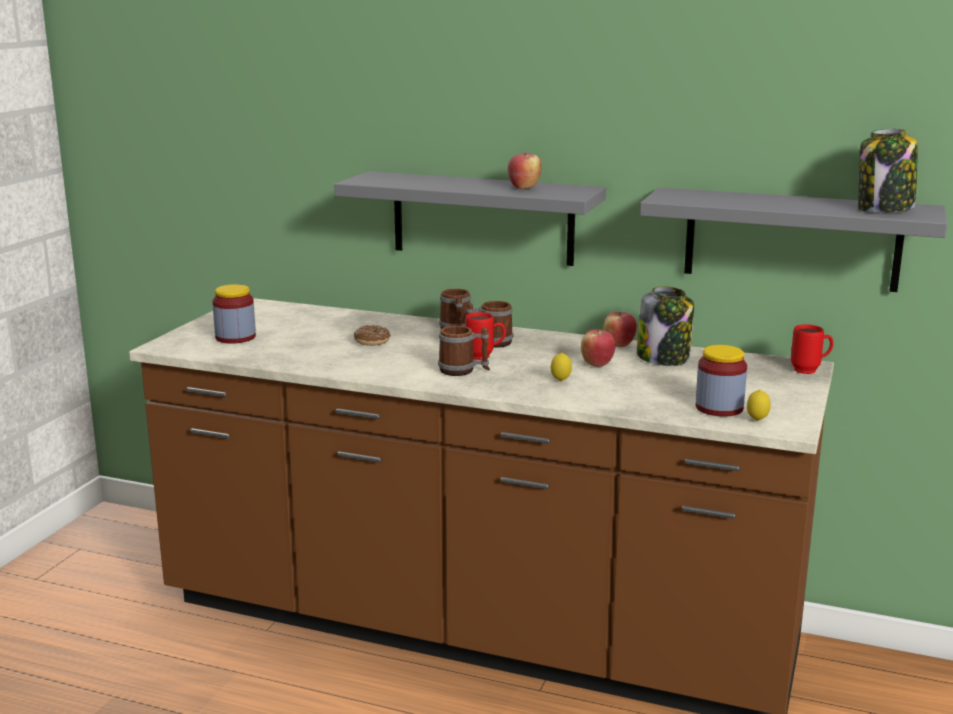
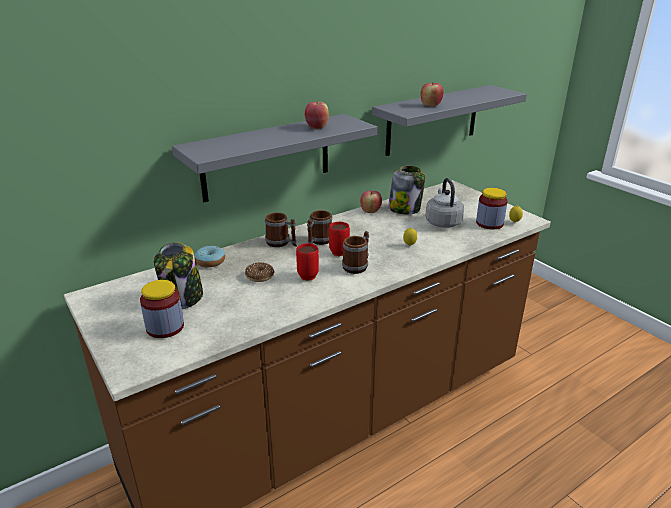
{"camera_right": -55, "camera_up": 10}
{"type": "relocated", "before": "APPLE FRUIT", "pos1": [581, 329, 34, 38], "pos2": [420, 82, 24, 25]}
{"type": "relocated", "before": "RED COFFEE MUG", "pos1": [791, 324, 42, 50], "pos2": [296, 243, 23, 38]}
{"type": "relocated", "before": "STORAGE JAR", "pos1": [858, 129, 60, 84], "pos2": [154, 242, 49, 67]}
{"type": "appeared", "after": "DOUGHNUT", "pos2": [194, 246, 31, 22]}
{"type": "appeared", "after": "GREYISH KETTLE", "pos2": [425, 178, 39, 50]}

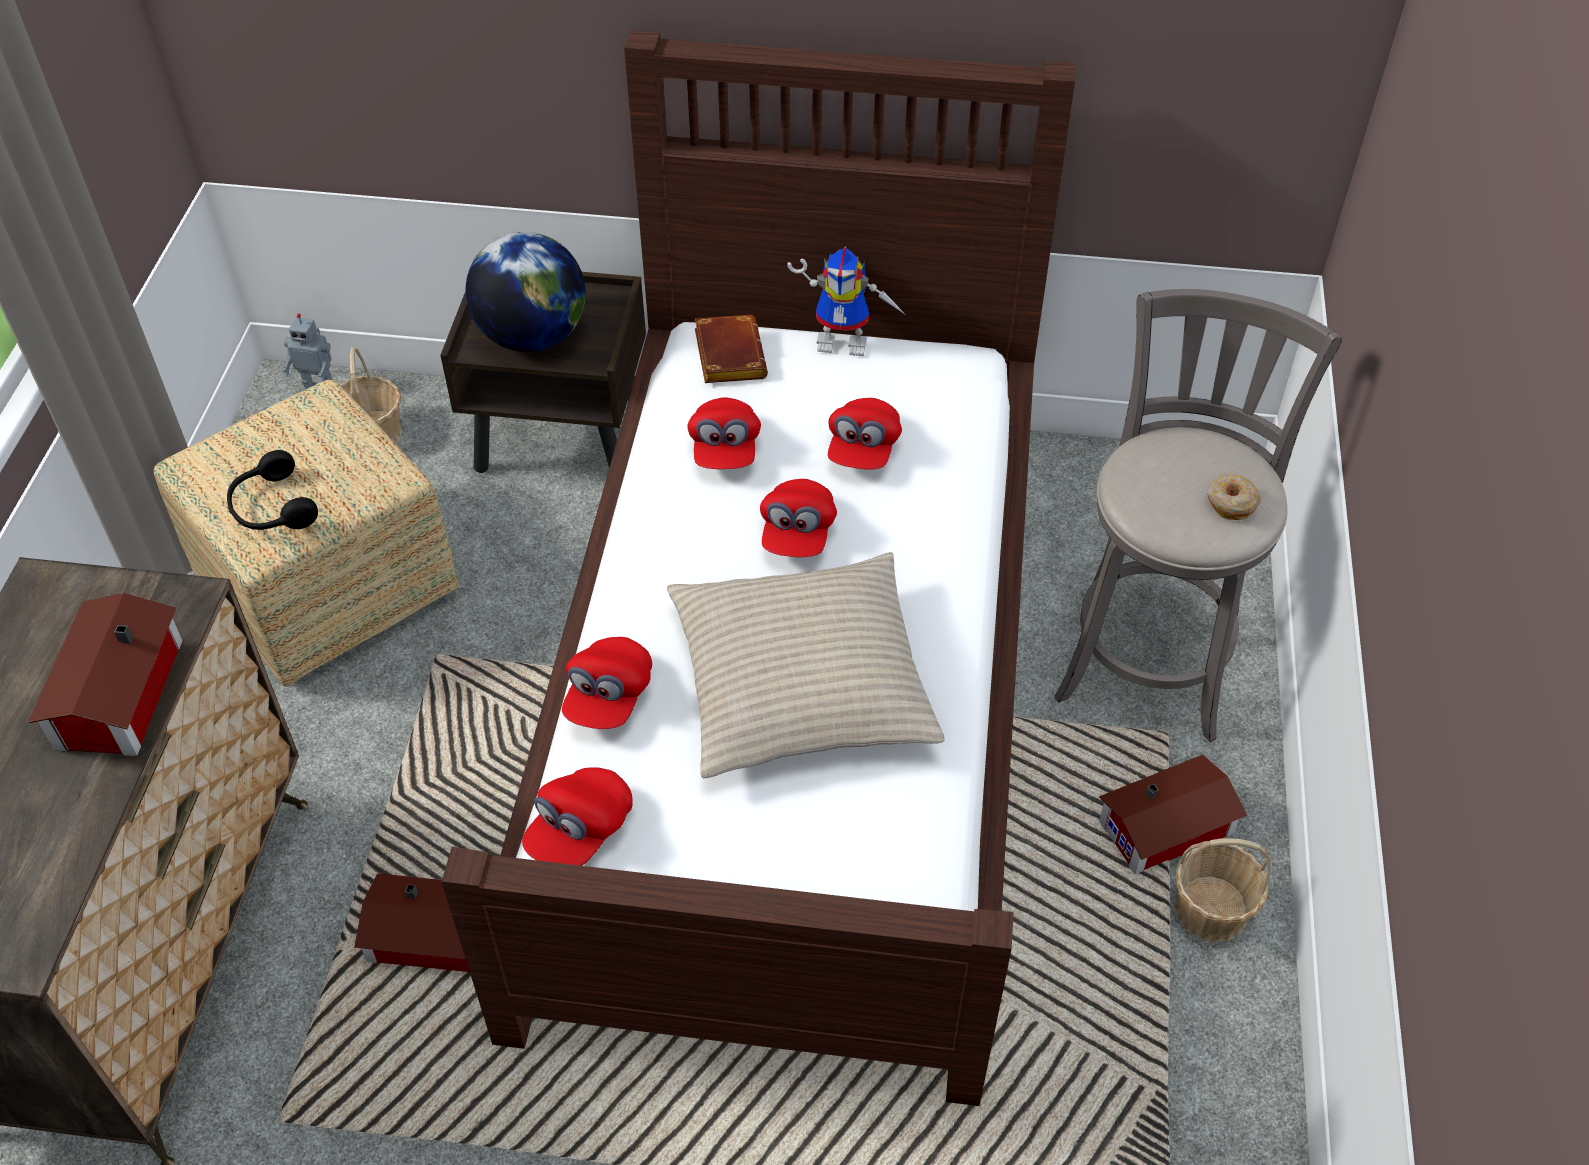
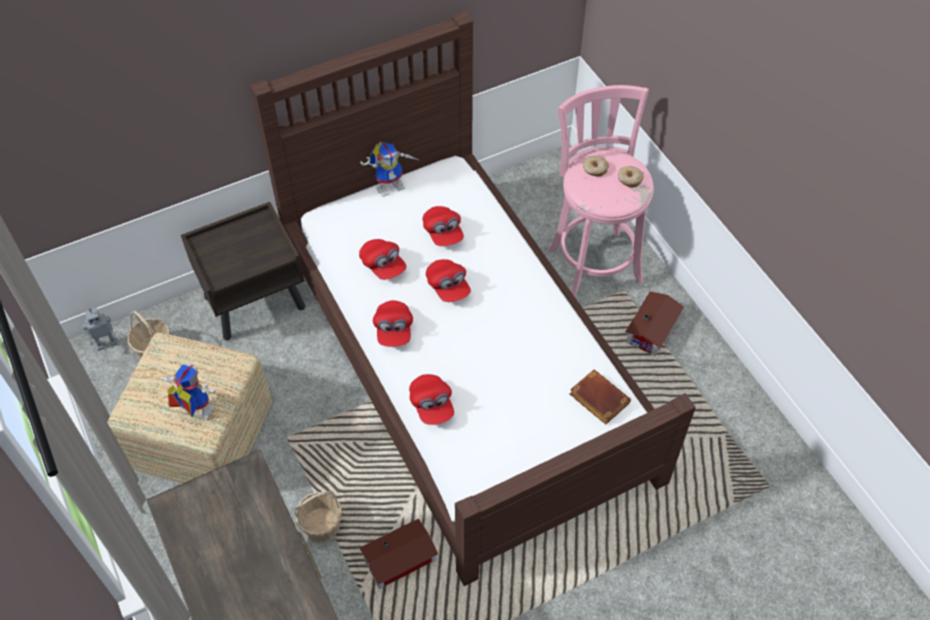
{"camera_right": -35, "camera_up": 5}
{"type": "missing", "before": "TOY HOUSE", "pos1": [28, 593, 155, 163]}
{"type": "exchanged", "before": "BLACKISH HEADSET", "after": "MODEL ROBOT", "pos1": [227, 450, 91, 80], "pos2": [160, 364, 56, 55]}
{"type": "missing", "before": "DESK GLOBE", "pos1": [466, 232, 120, 120]}
{"type": "relocated", "before": "RED PEAKED CAP", "pos1": [522, 767, 111, 99], "pos2": [373, 300, 40, 47]}
{"type": "missing", "before": "BEIGE-COLOURED PILLOW", "pos1": [667, 552, 278, 226]}
{"type": "relocated", "before": "BROWN-COLOURED VOLUME", "pos1": [695, 315, 73, 68], "pos2": [570, 370, 61, 54]}
{"type": "colour", "before": "GREYISH STOOL", "after": "PINK-COLOURED STOOL", "pos1": [1055, 289, 287, 453], "pos2": [548, 85, 106, 212]}
{"type": "relocated", "before": "BASKET", "pos1": [1174, 838, 97, 105], "pos2": [294, 491, 48, 52]}
{"type": "appeared", "after": "DOUGHNUT", "pos2": [583, 156, 26, 21]}

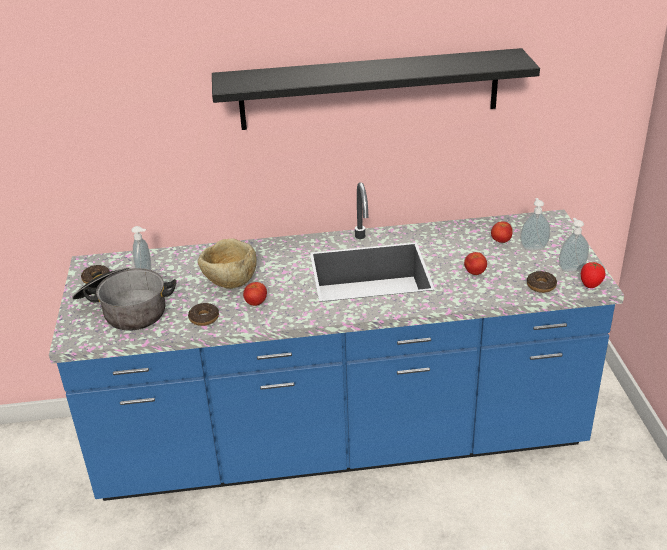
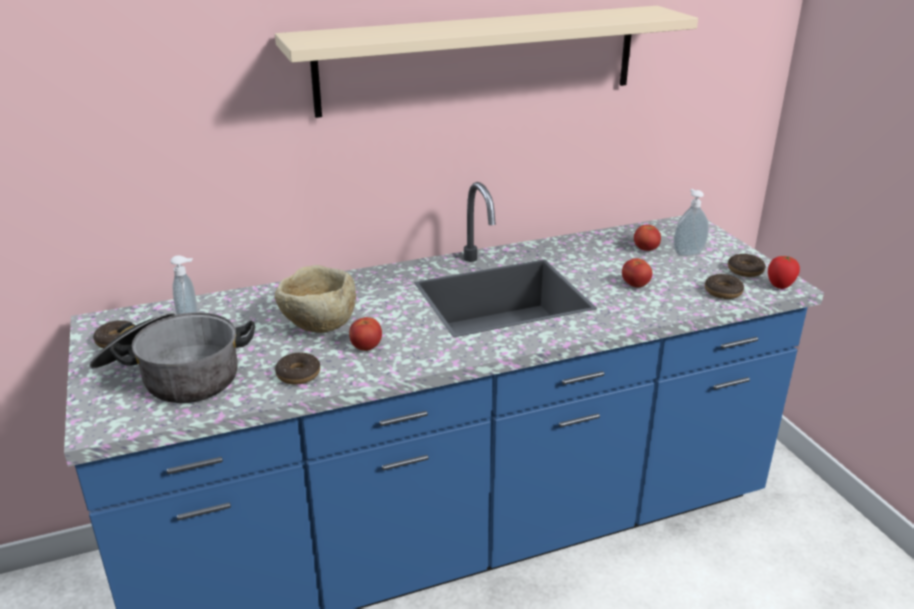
{"camera_right": -15, "camera_up": -5}
{"type": "colour", "before": "BLACKISH WALL SHELF", "after": "BEIGE-COLOURED WALL SHELF", "pos1": [212, 48, 328, 82], "pos2": [275, 6, 423, 112]}
{"type": "exchanged", "before": "LIQUID SOAP BOTTLE", "after": "DOUGHNUT", "pos1": [559, 218, 30, 54], "pos2": [728, 254, 38, 23]}

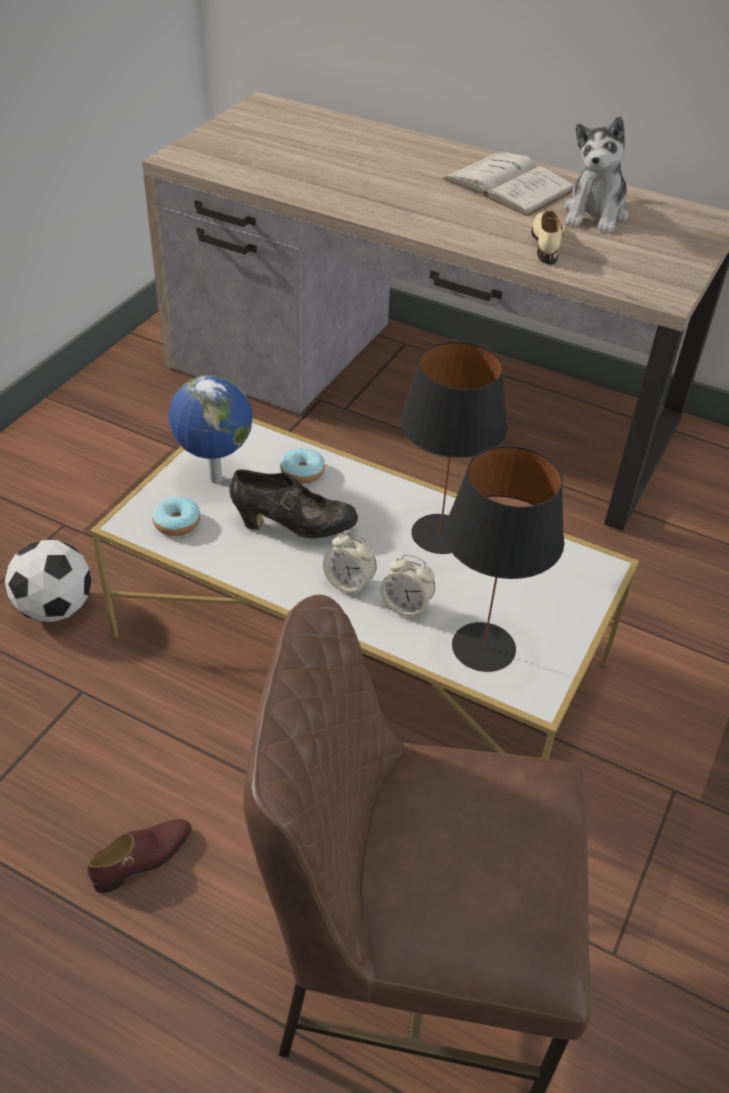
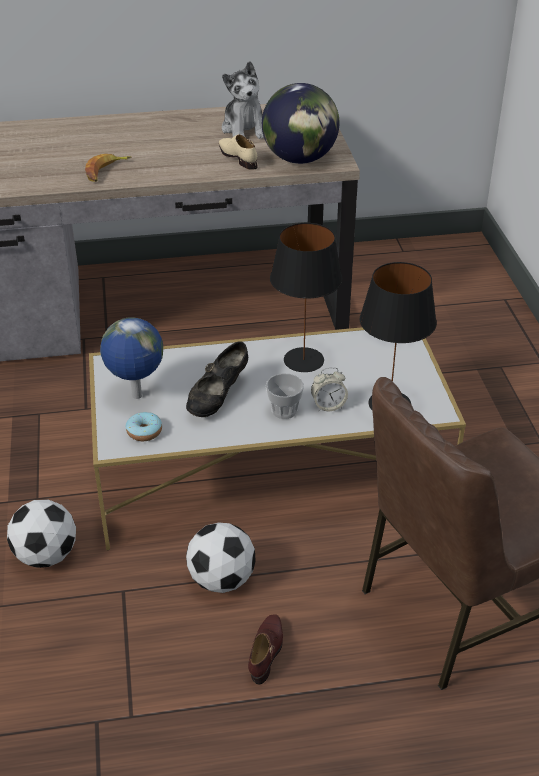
{"camera_right": -35, "camera_up": -5}
{"type": "spun", "before": "BLACKISH SHOE", "pos1": [230, 469, 128, 69], "pos2": [186, 341, 62, 76], "turn": 150}
{"type": "missing", "before": "DOUGHNUT", "pos1": [280, 448, 45, 36]}
{"type": "exchanged", "before": "BEDSIDE CLOCK", "after": "SMALL CUP", "pos1": [323, 531, 54, 64], "pos2": [266, 373, 38, 46]}
{"type": "missing", "before": "WHITISH VOLUME", "pos1": [443, 149, 131, 67]}
{"type": "appeared", "after": "WHOLE BANANA", "pos2": [85, 154, 47, 28]}
{"type": "appeared", "after": "FOOTBALL BALL", "pos2": [186, 523, 70, 70]}
{"type": "appeared", "after": "DESK GLOBE", "pos2": [262, 83, 77, 81]}

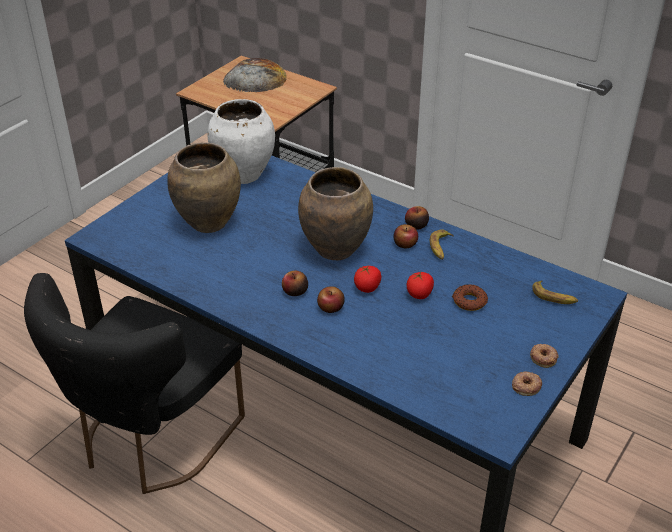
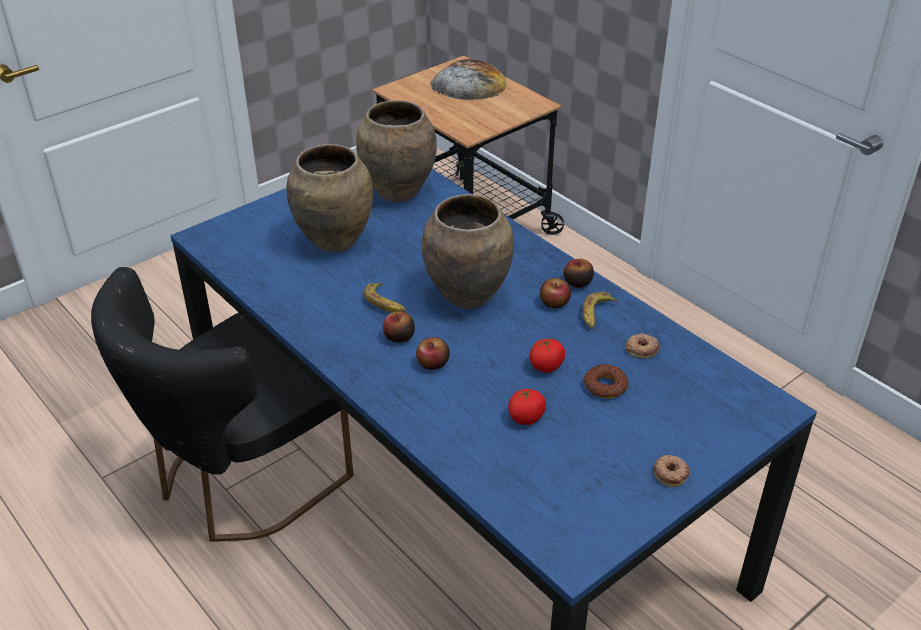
{"camera_right": 15, "camera_up": 0}
{"type": "colour", "before": "WHITISH DECORATIVE VASE", "after": "BROWN-COLOURED DECORATIVE VASE", "pos1": [208, 99, 67, 85], "pos2": [356, 100, 81, 102]}
{"type": "relocated", "before": "WHOLE TOMATO", "pos1": [354, 265, 27, 28], "pos2": [508, 389, 38, 36]}
{"type": "relocated", "before": "DOUGHNUT", "pos1": [512, 372, 30, 24], "pos2": [625, 333, 34, 26]}
{"type": "relocated", "before": "WHOLE BANANA", "pos1": [532, 281, 46, 23], "pos2": [364, 283, 42, 30]}

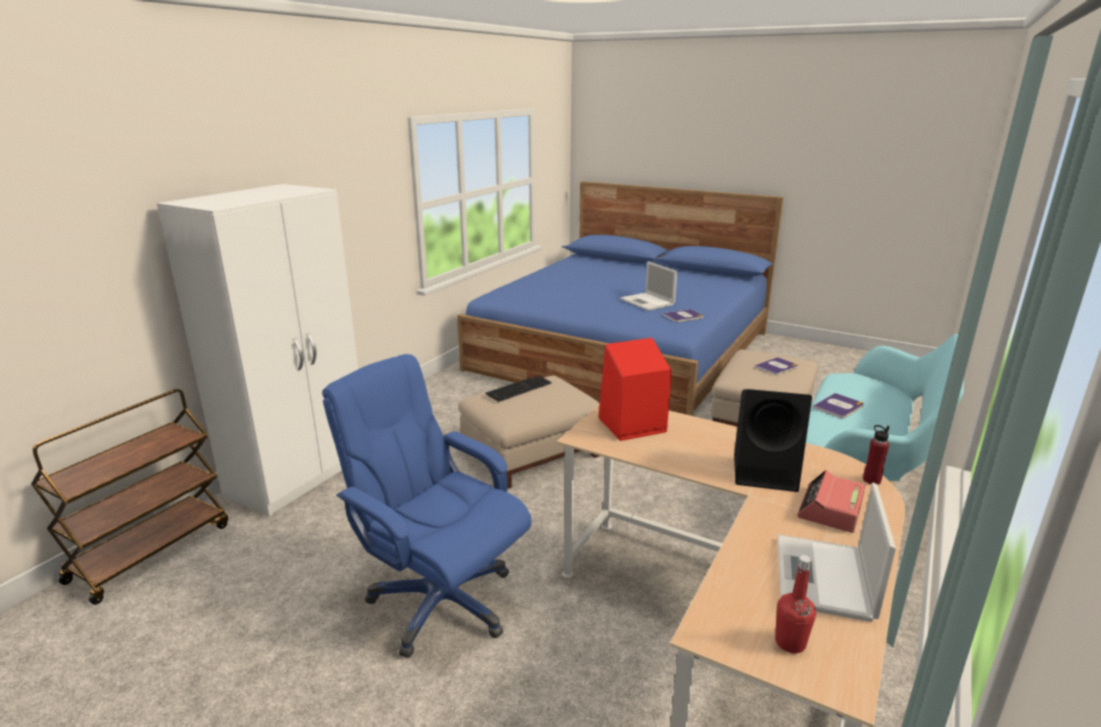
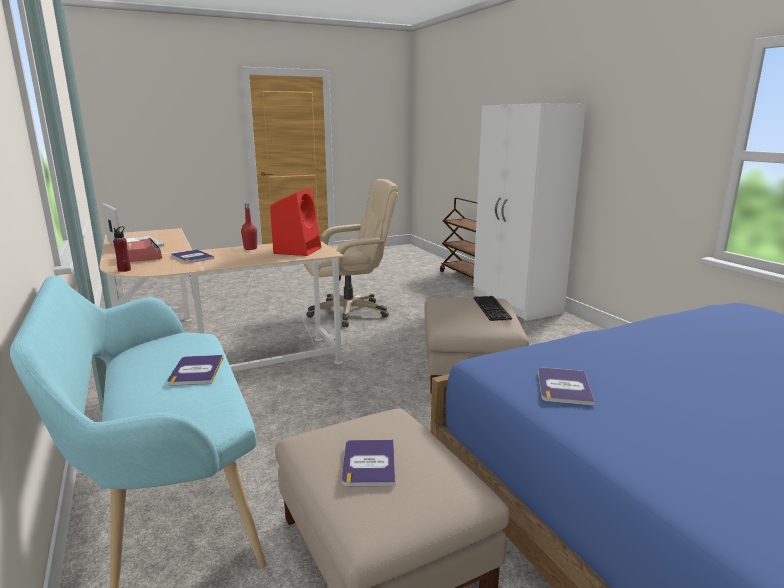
{"camera_right": 125, "camera_up": -5}
{"type": "colour", "before": "BLUE-COLOURED OFFICE CHAIR", "after": "BEIGE-COLOURED OFFICE CHAIR", "pos1": [322, 354, 210, 304], "pos2": [304, 179, 94, 148]}
{"type": "missing", "before": "NOTEBOOK COMPUTER", "pos1": [620, 261, 57, 50]}
{"type": "exchanged", "before": "BLACKISH AUDIO SPEAKER", "after": "VOLUME", "pos1": [734, 389, 78, 103], "pos2": [171, 249, 43, 14]}
{"type": "relocated", "before": "RED DRINK BOTTLE", "pos1": [775, 555, 41, 98], "pos2": [241, 203, 16, 47]}

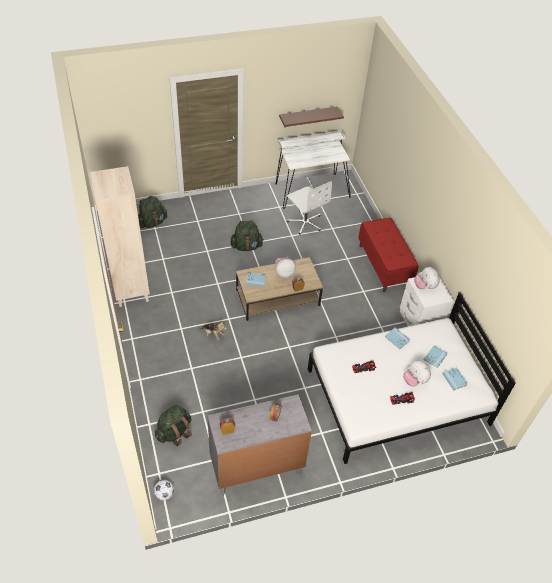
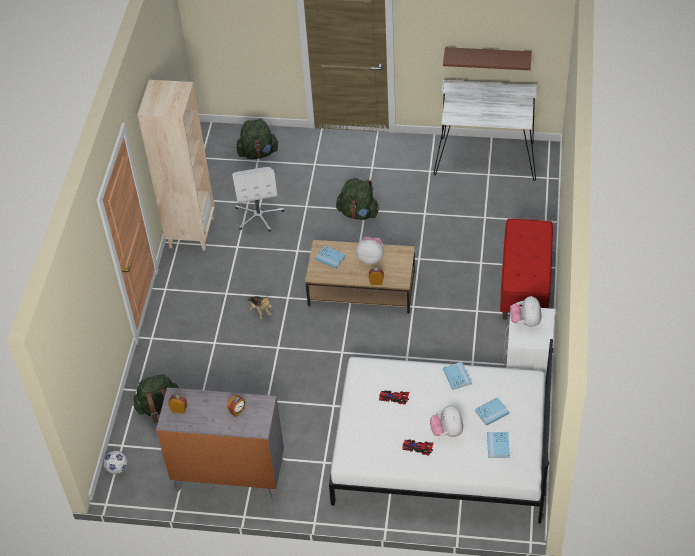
{"camera_right": 30, "camera_up": 0}
{"type": "relocated", "before": "WHITISH OFFICE CHAIR", "pos1": [287, 181, 45, 53], "pos2": [232, 167, 52, 65]}

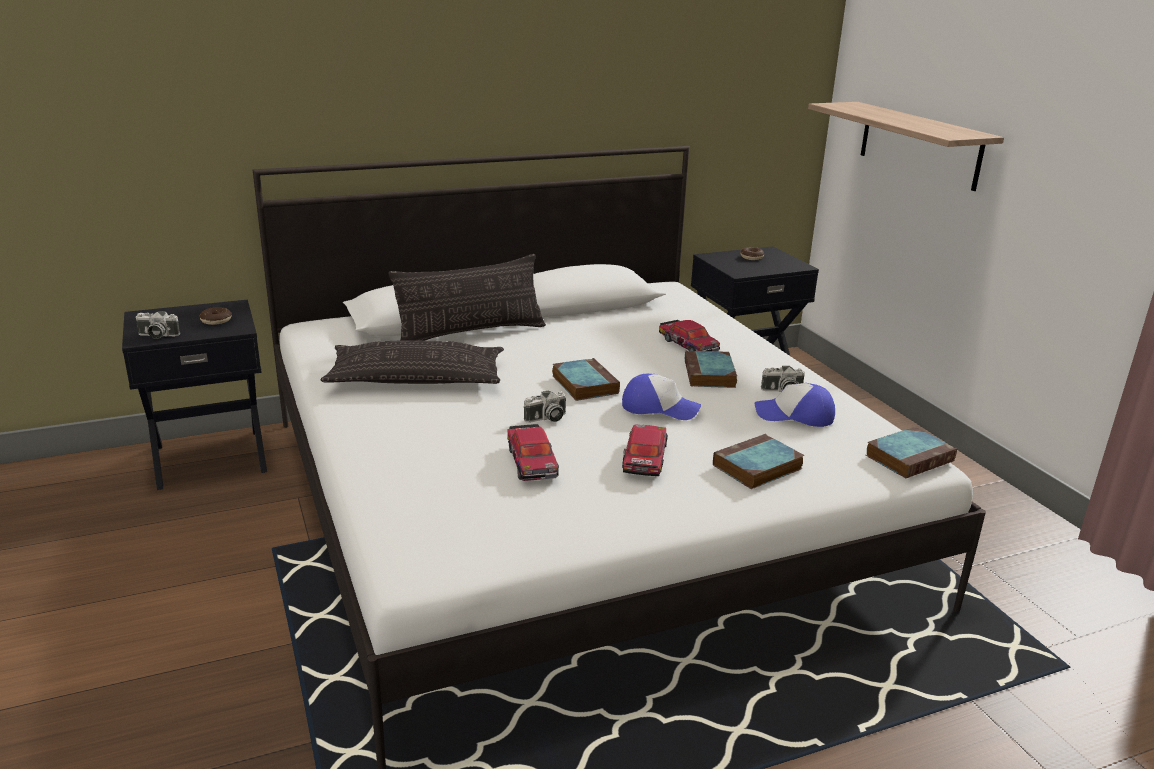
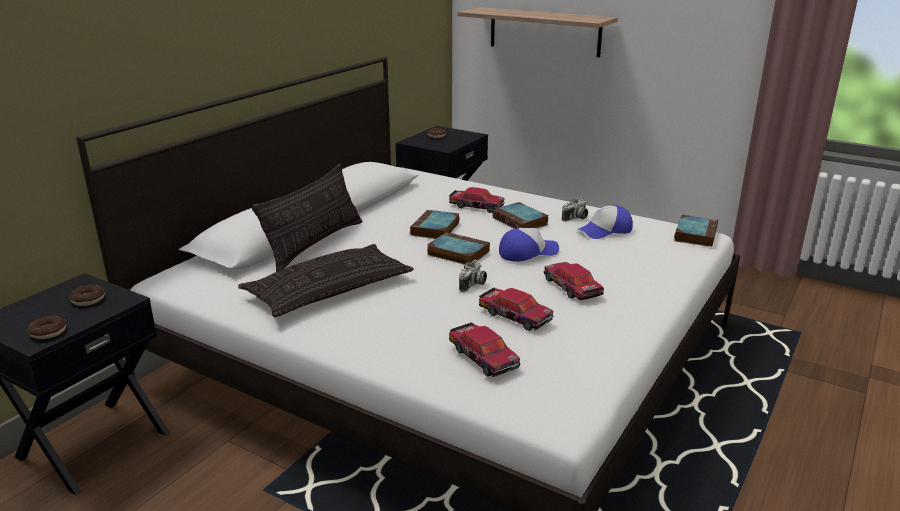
{"camera_right": -35, "camera_up": 0}
{"type": "exchanged", "before": "STILL CAMERA", "after": "DOUGHNUT", "pos1": [135, 311, 45, 28], "pos2": [28, 316, 38, 23]}
{"type": "relocated", "before": "VOLUME", "pos1": [713, 434, 92, 55], "pos2": [410, 210, 50, 29]}
{"type": "appeared", "after": "MODEL CAR", "pos2": [449, 322, 71, 55]}

